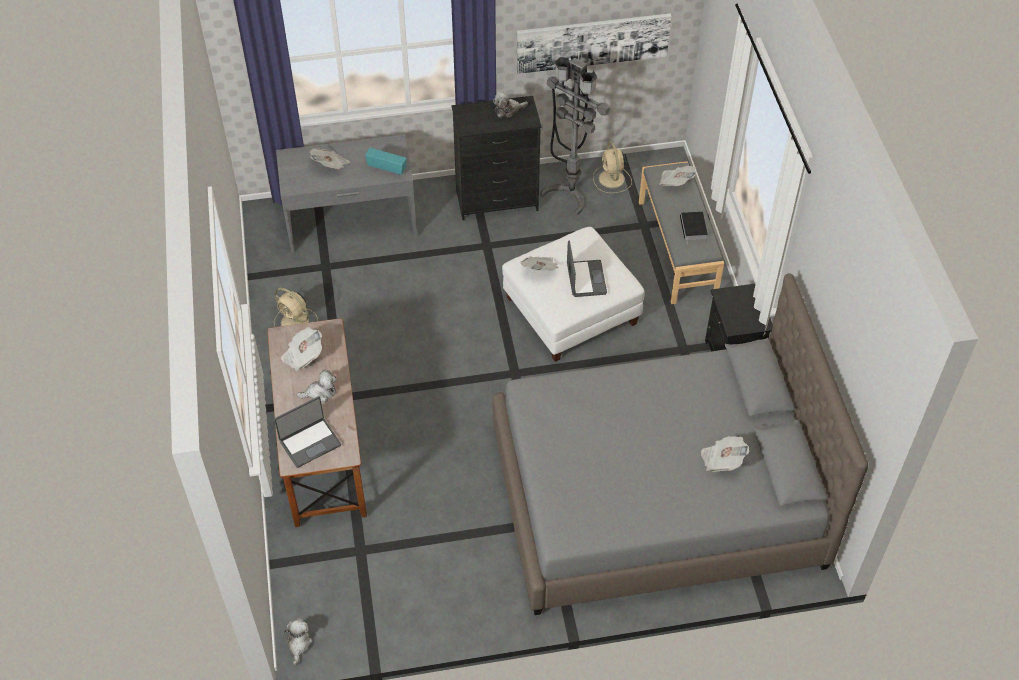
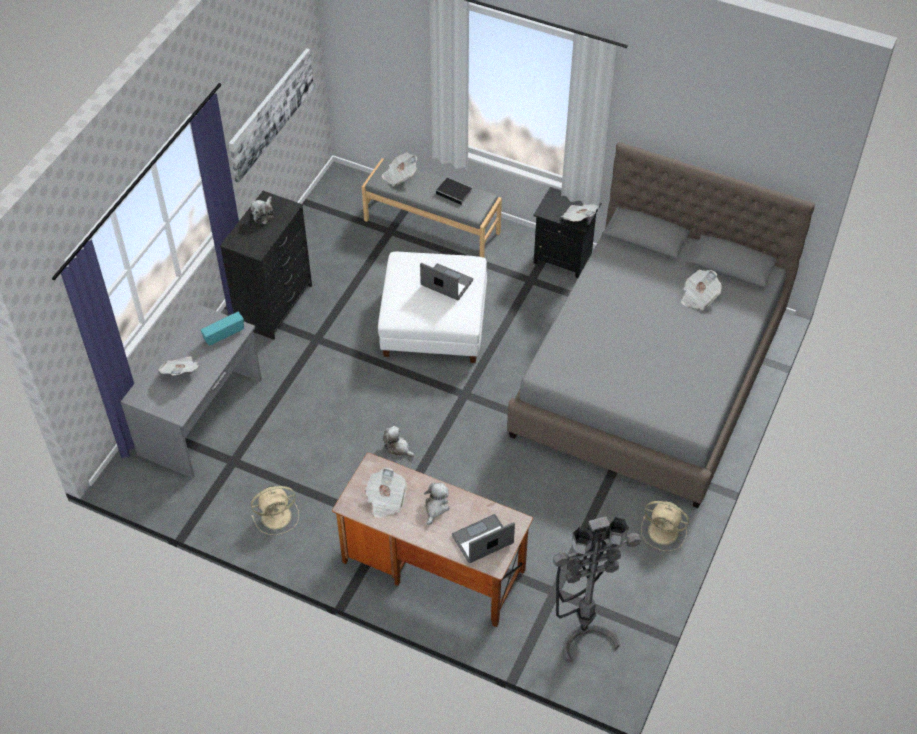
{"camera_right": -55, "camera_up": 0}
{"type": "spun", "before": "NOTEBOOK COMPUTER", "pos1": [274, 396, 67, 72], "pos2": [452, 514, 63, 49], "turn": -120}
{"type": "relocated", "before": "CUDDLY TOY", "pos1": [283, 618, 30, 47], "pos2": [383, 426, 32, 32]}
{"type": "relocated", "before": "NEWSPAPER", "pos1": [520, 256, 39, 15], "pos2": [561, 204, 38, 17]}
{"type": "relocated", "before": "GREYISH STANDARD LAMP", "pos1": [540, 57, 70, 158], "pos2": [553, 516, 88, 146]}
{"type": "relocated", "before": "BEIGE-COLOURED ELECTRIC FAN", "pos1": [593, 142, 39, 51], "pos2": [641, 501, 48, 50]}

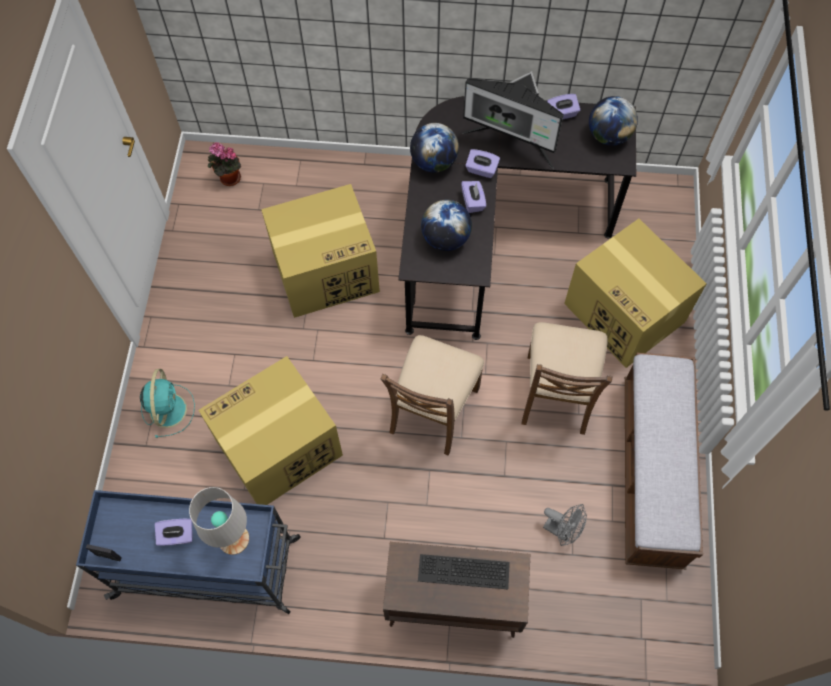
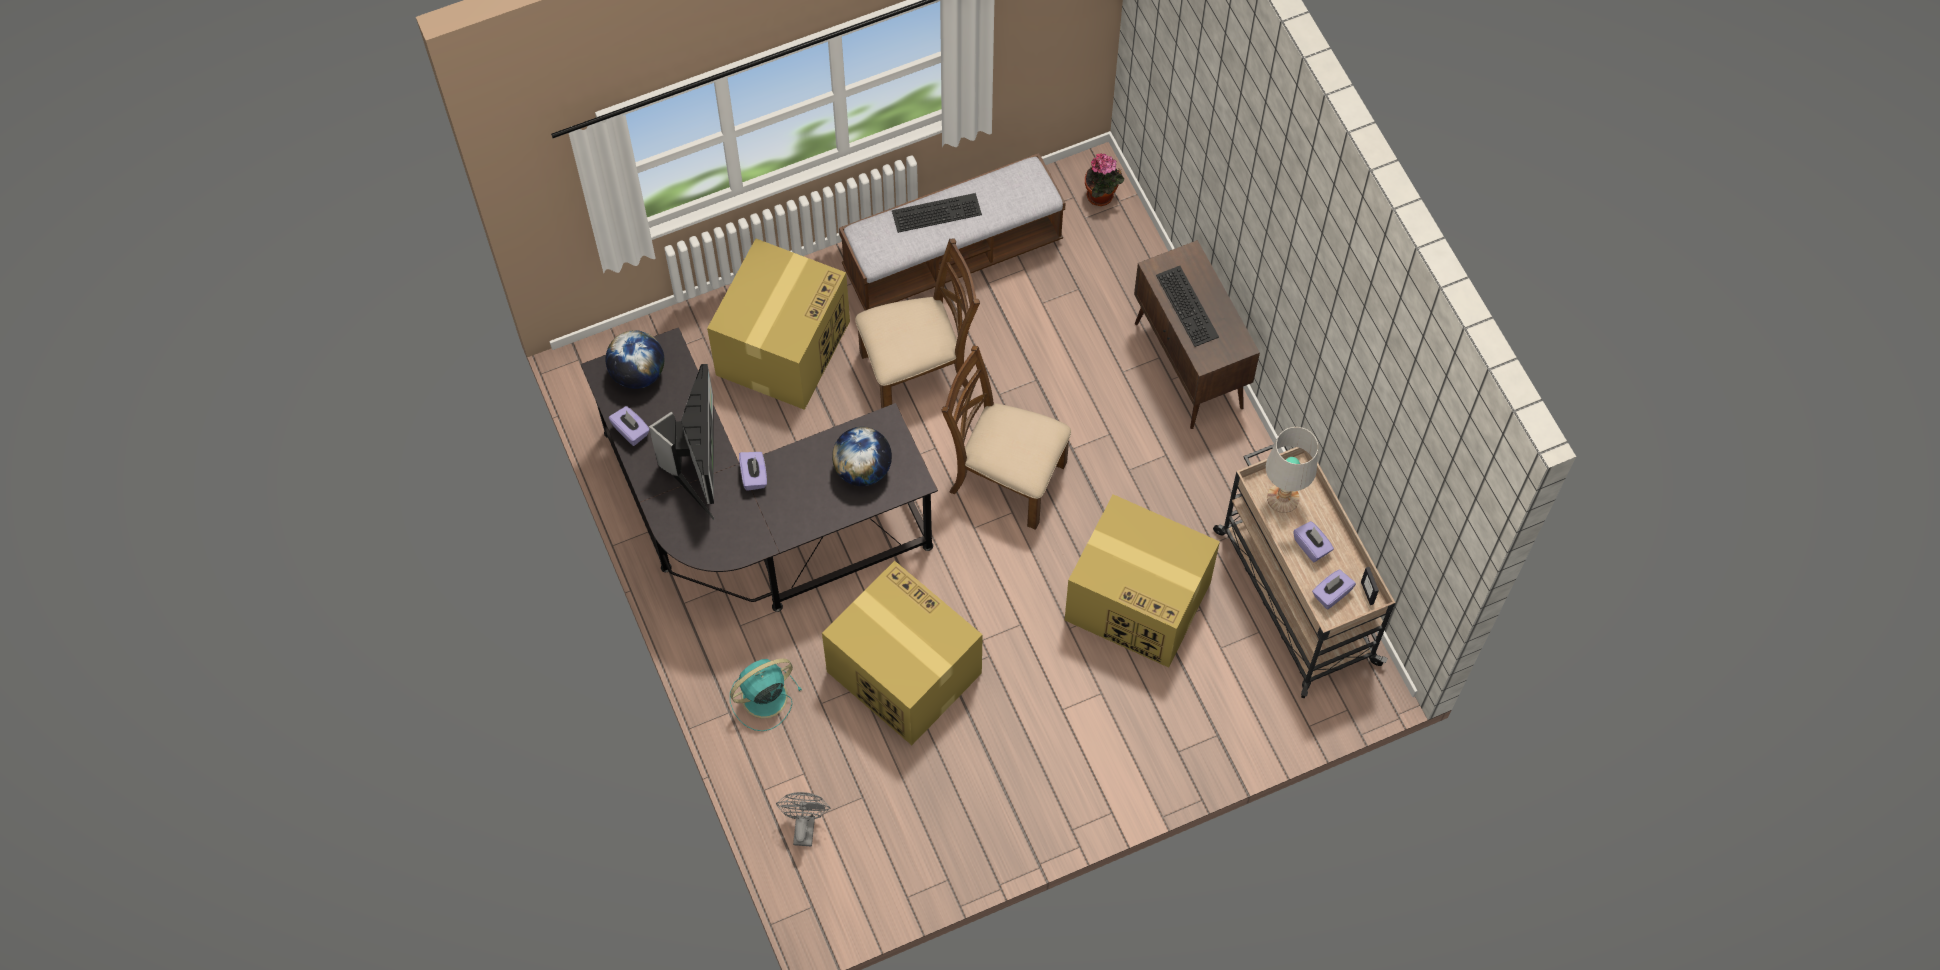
{"camera_right": -120, "camera_up": 0}
{"type": "colour", "before": "BLUE-COLOURED TROLLEY", "after": "BEIGE-COLOURED TROLLEY", "pos1": [76, 490, 225, 124], "pos2": [1213, 444, 182, 254]}
{"type": "relocated", "before": "BLUE-GREEN ELECTRIC FAN", "pos1": [140, 369, 55, 69], "pos2": [730, 659, 72, 72]}
{"type": "relocated", "before": "POTTED PLANT", "pos1": [207, 142, 34, 44], "pos2": [1085, 153, 39, 53]}
{"type": "spun", "before": "BROWN-COLOURED UPRIGHT CHAIR", "pos1": [381, 335, 103, 120], "pos2": [941, 345, 130, 185], "turn": -150}
{"type": "missing", "before": "DESK GLOBE", "pos1": [410, 123, 49, 50]}
{"type": "relocated", "before": "PURPLISH BOX OF TISSUES", "pos1": [461, 181, 25, 32], "pos2": [1312, 570, 44, 39]}
{"type": "relocated", "before": "GREYISH ELECTRIC FAN", "pos1": [543, 504, 44, 42], "pos2": [776, 792, 54, 54]}
{"type": "appeared", "after": "KEYBOARD", "pos2": [892, 193, 90, 40]}

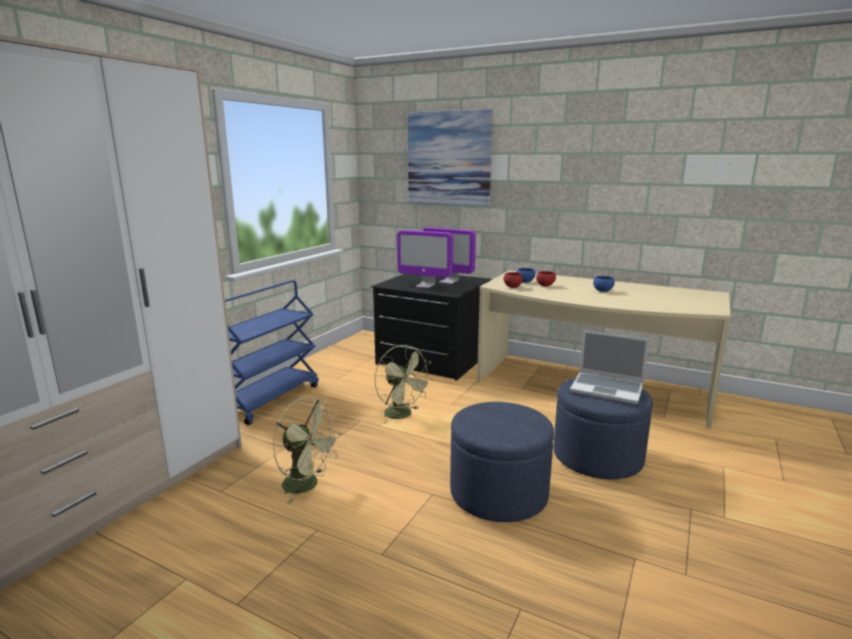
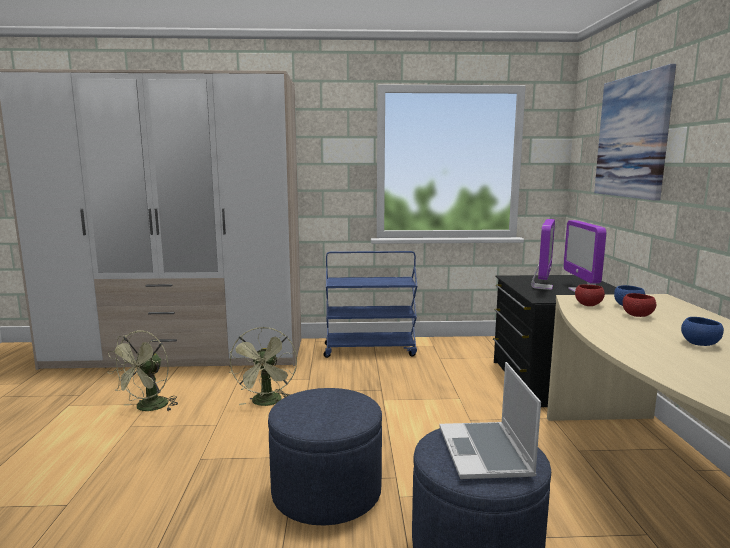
{"camera_right": 60, "camera_up": -5}
{"type": "relocated", "before": "GREENISH ELECTRIC FAN", "pos1": [375, 345, 58, 79], "pos2": [107, 330, 70, 81]}
{"type": "spun", "before": "COMPUTER SCREEN", "pos1": [397, 230, 56, 58], "pos2": [531, 219, 24, 71], "turn": -150}

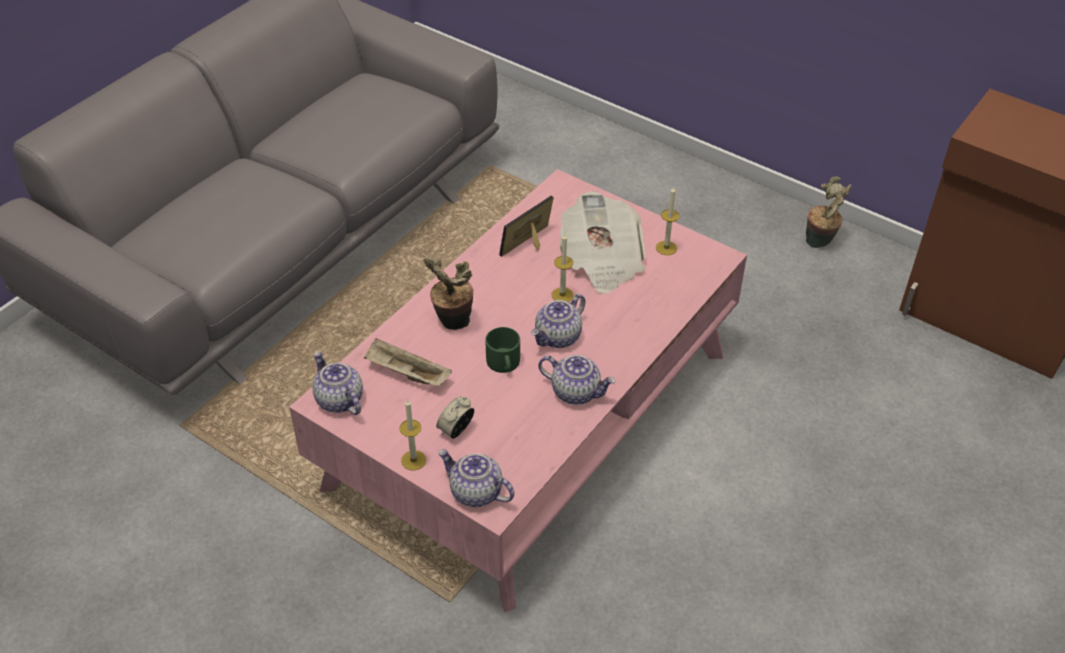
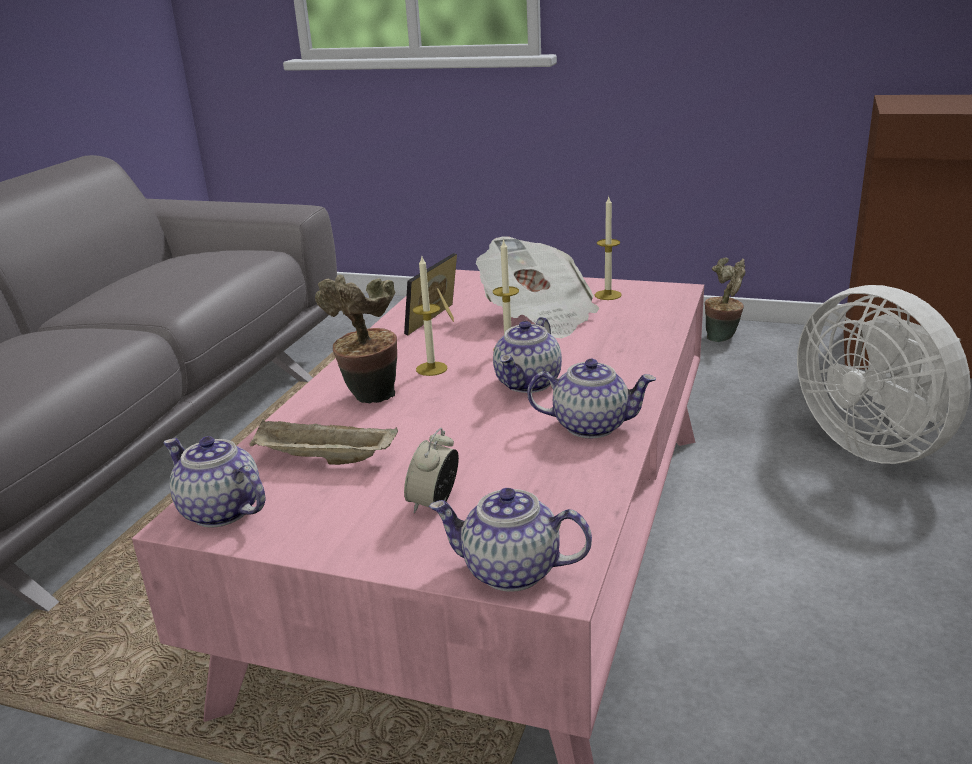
{"camera_right": -15, "camera_up": -20}
{"type": "relocated", "before": "CANDLE", "pos1": [400, 399, 26, 71], "pos2": [413, 257, 34, 119]}
{"type": "missing", "before": "GREENISH COFFEE MUG", "pos1": [485, 327, 35, 46]}
{"type": "appeared", "after": "WHITISH ELECTRIC FAN", "pos2": [797, 285, 174, 179]}

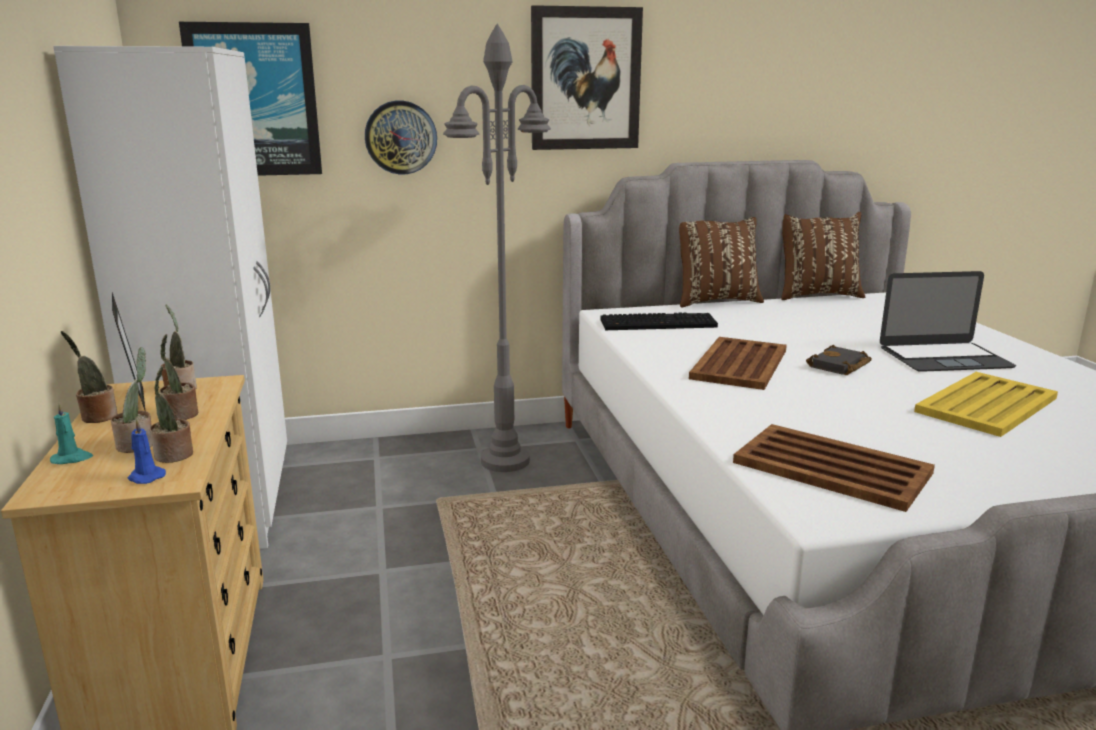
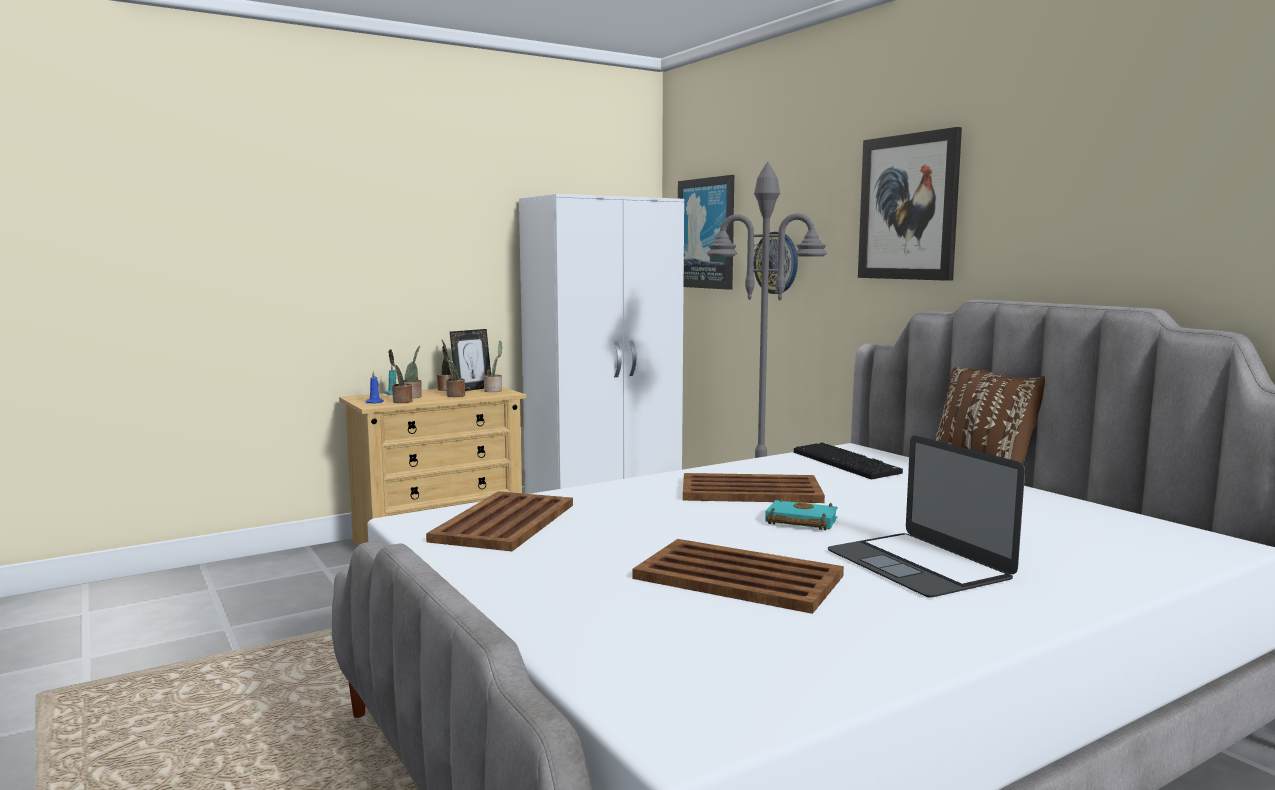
{"camera_right": 70, "camera_up": -10}
{"type": "missing", "before": "BROWN-COLOURED PILLOW", "pos1": [781, 212, 84, 88]}
{"type": "colour", "before": "BLACKISH VOLUME", "after": "BLUE-GREEN VOLUME", "pos1": [806, 345, 66, 30], "pos2": [765, 498, 73, 32]}
{"type": "colour", "before": "YELLOW CARRYING TRAY", "after": "BROWN-COLOURED CARRYING TRAY", "pos1": [914, 372, 144, 65], "pos2": [633, 539, 211, 75]}

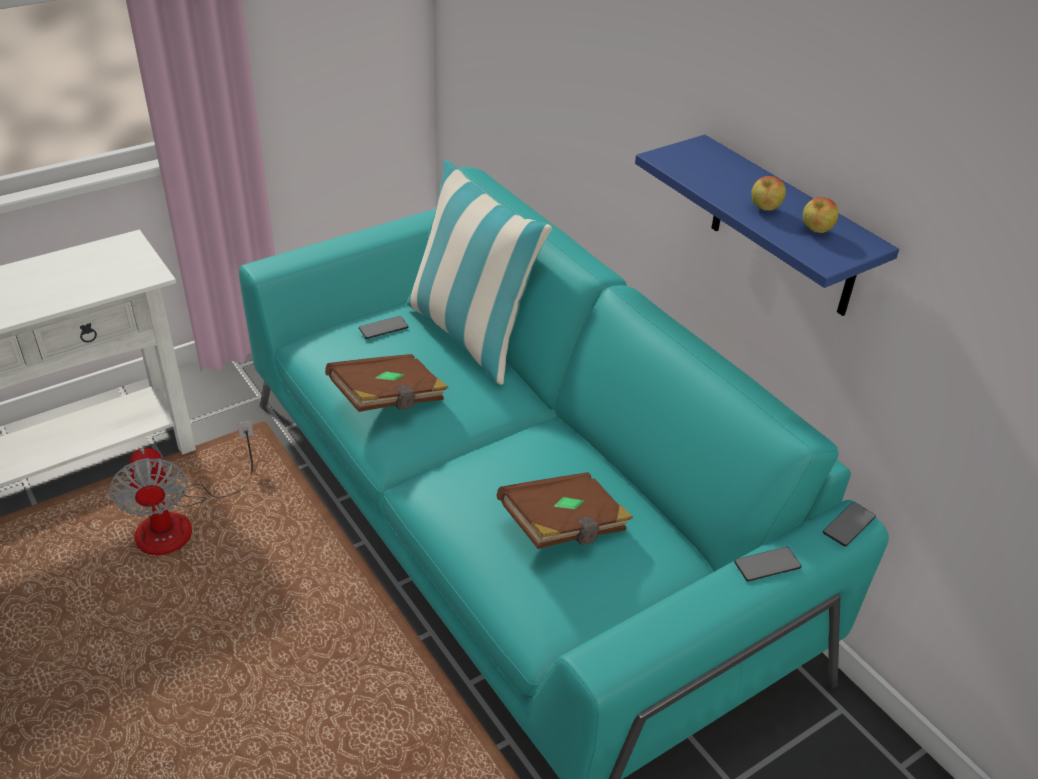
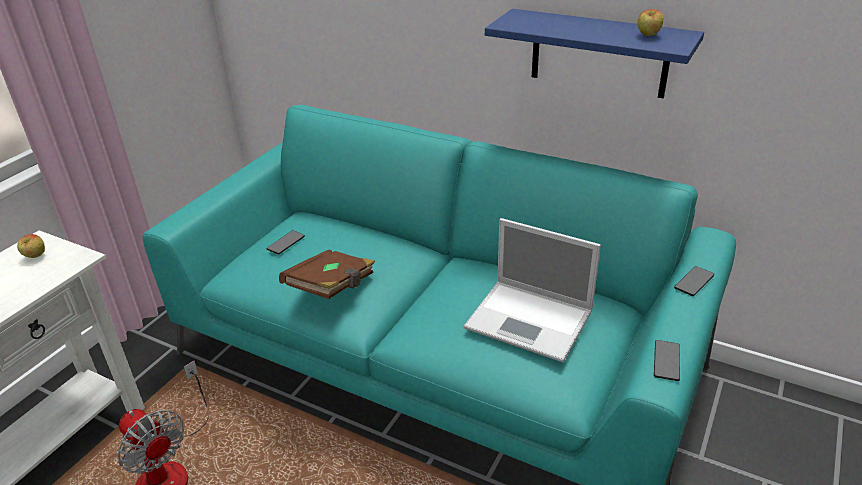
{"camera_right": -25, "camera_up": -5}
{"type": "missing", "before": "PILLOW", "pos1": [406, 159, 146, 226]}
{"type": "exchanged", "before": "BROWN-COLOURED VOLUME", "after": "NOTEBOOK COMPUTER", "pos1": [497, 472, 136, 77], "pos2": [464, 218, 137, 144]}
{"type": "relocated", "before": "APPLE FRUIT", "pos1": [751, 176, 35, 35], "pos2": [17, 234, 28, 24]}
{"type": "relocated", "before": "TELEPHONE", "pos1": [823, 502, 53, 45], "pos2": [654, 340, 26, 41]}

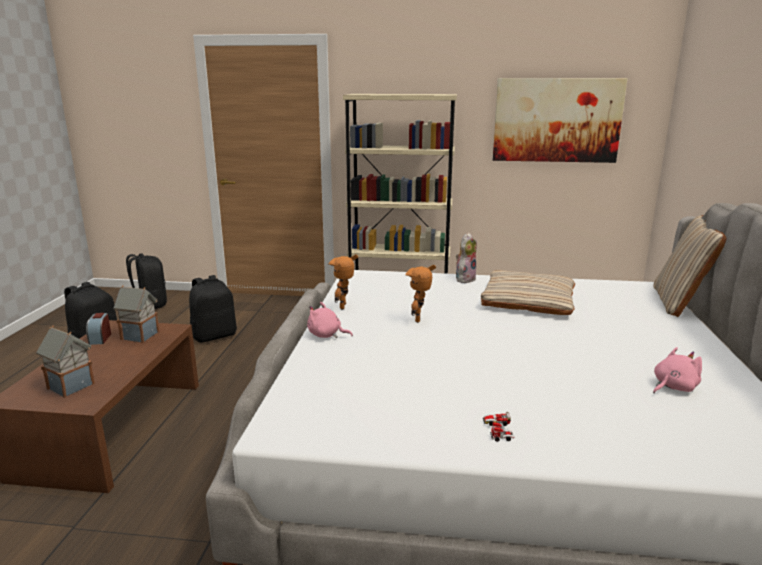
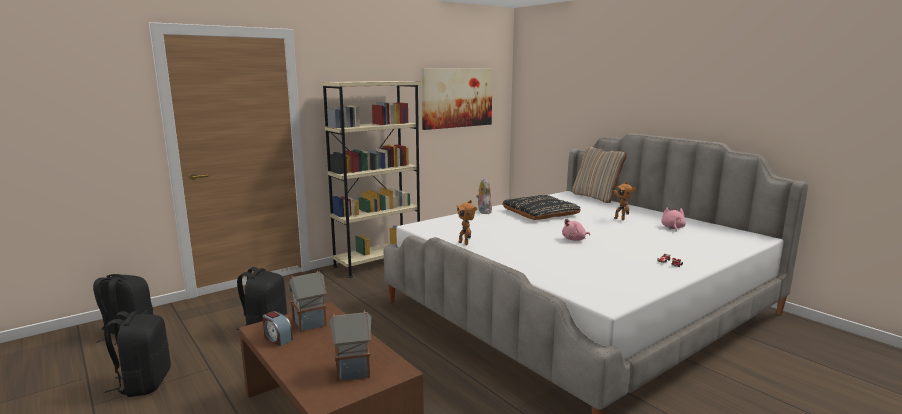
{"camera_right": -45, "camera_up": -5}
{"type": "relocated", "before": "PINK-COLOURED CUDDLY TOY", "pos1": [307, 302, 46, 36], "pos2": [562, 219, 28, 22]}
{"type": "relocated", "before": "MODEL ROBOT", "pos1": [405, 265, 31, 58], "pos2": [612, 182, 25, 38]}
{"type": "colour", "before": "BEIGE-COLOURED PILLOW", "after": "BLACKISH PILLOW", "pos1": [481, 270, 94, 45], "pos2": [502, 195, 79, 25]}

